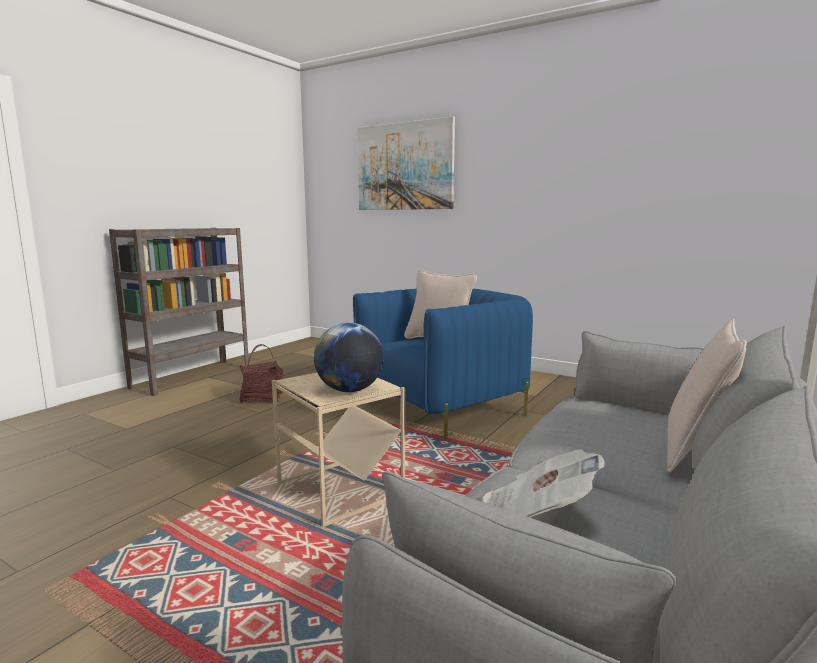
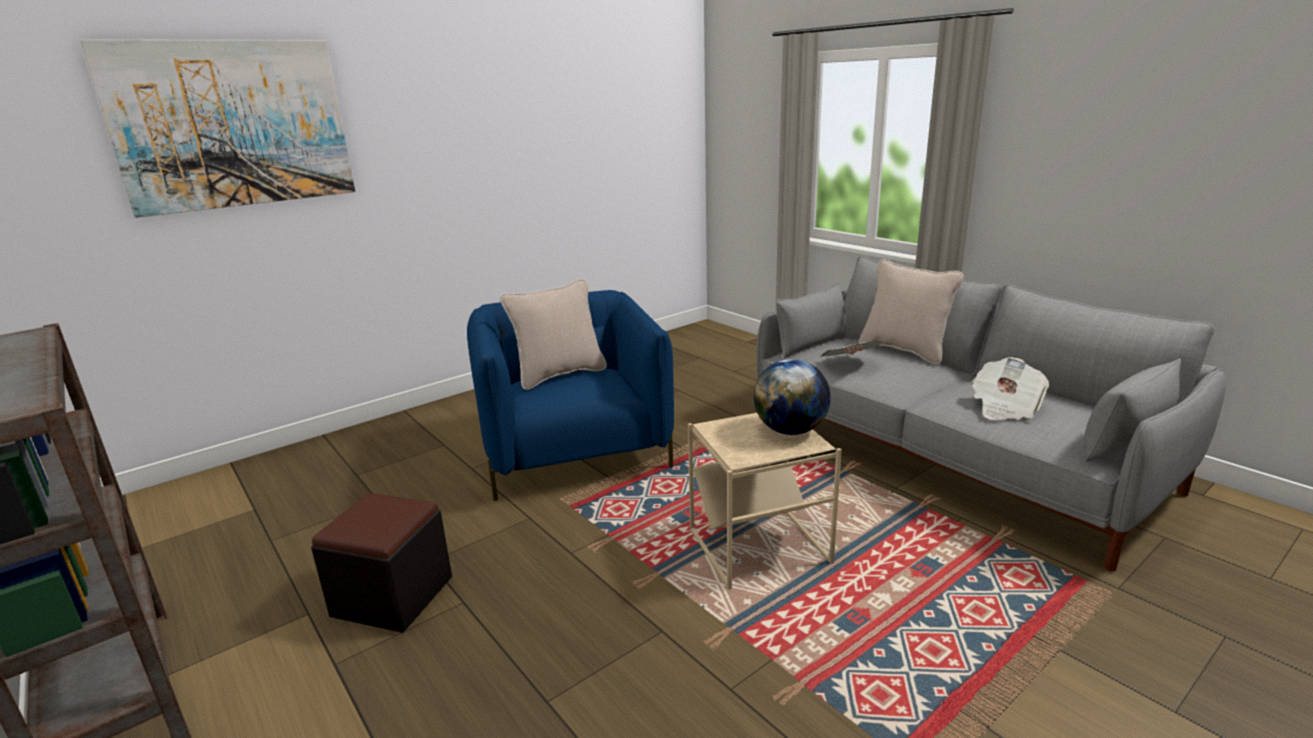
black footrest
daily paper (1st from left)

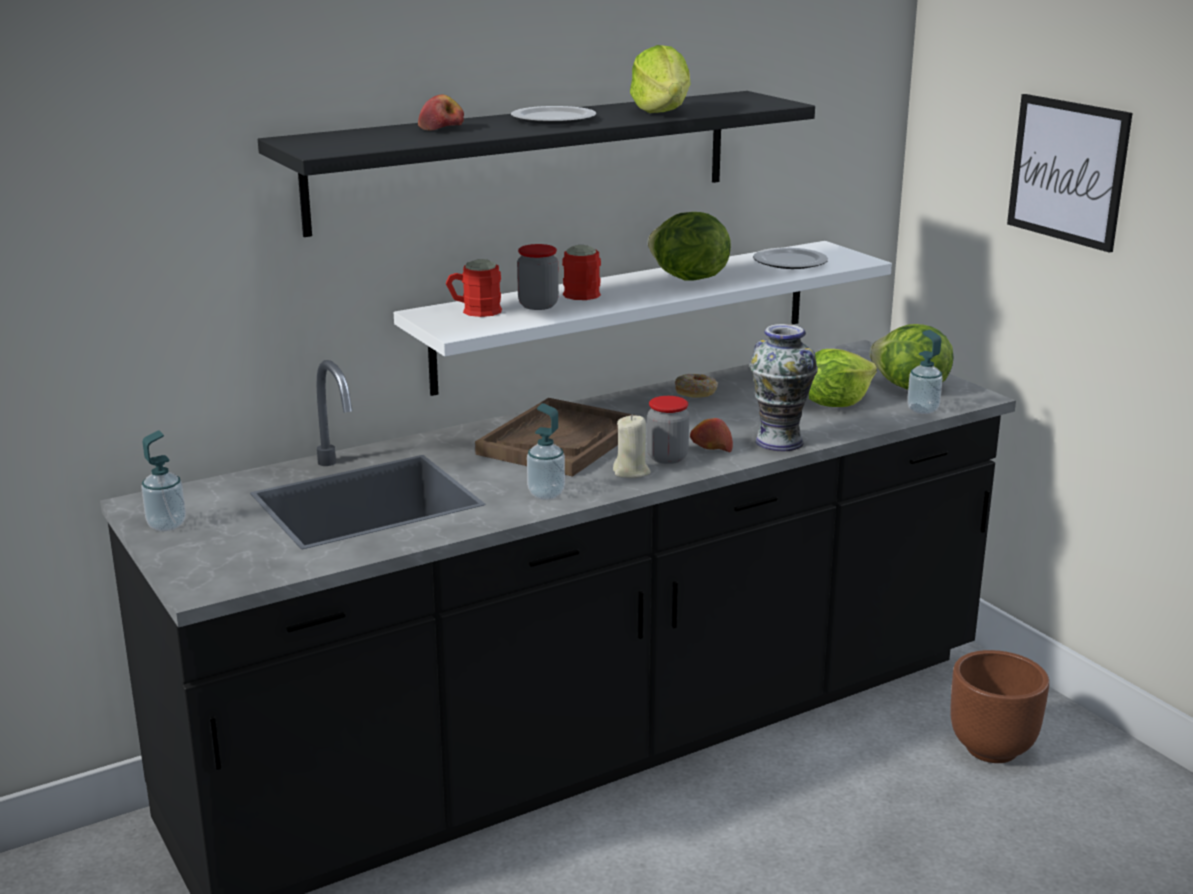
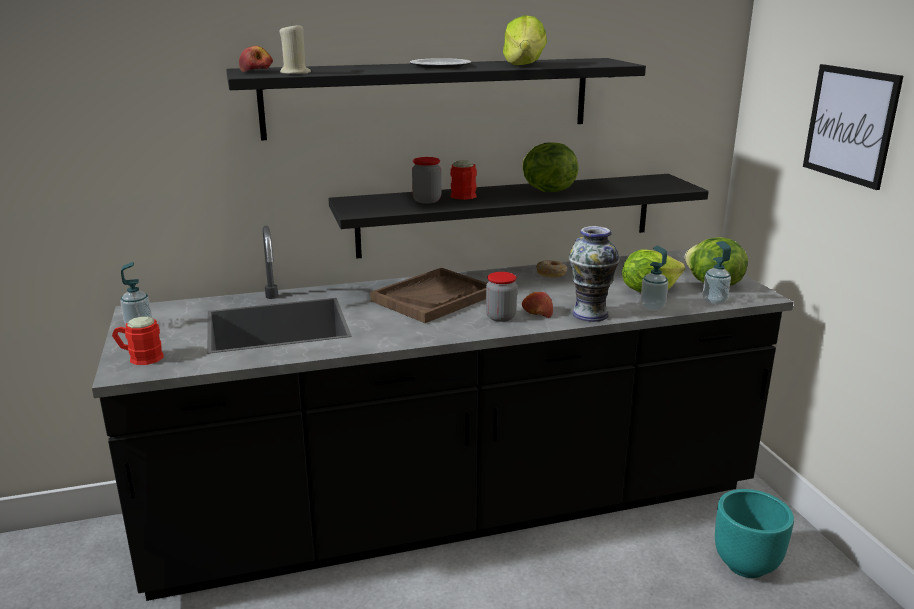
red coffee mug (1st from left)
whole apple (1st from left)
beige wax candle
black shelf (2nd from left)
soap dispenser (2nd from left)
blue-green planter
dinner plate (2nd from left in the first image)

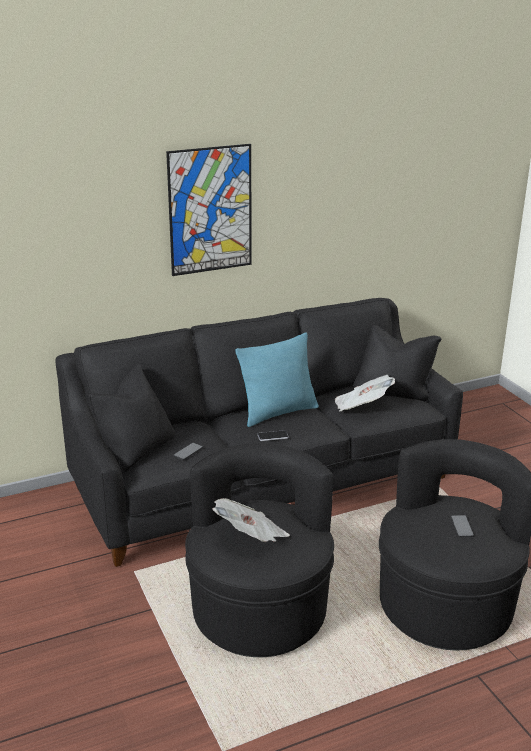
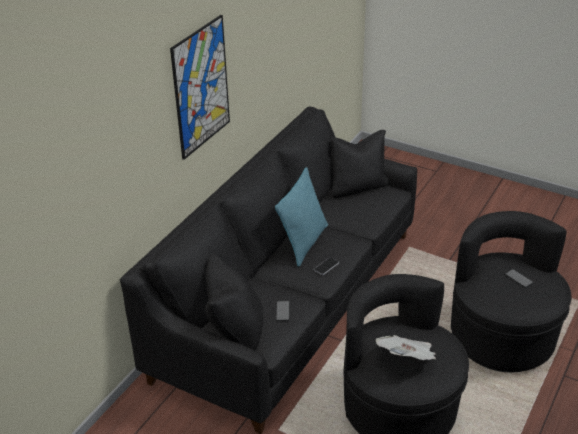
daily paper (2nd from left in the first image)

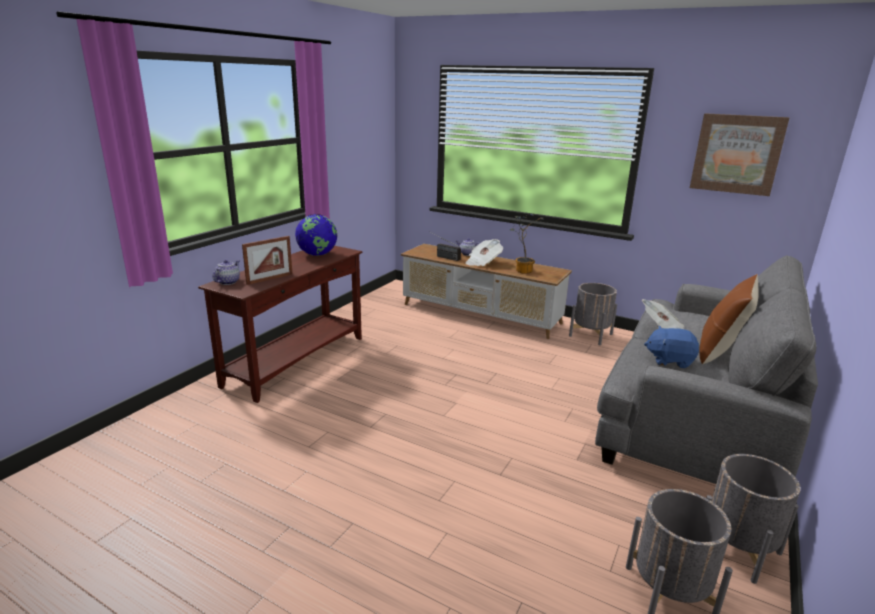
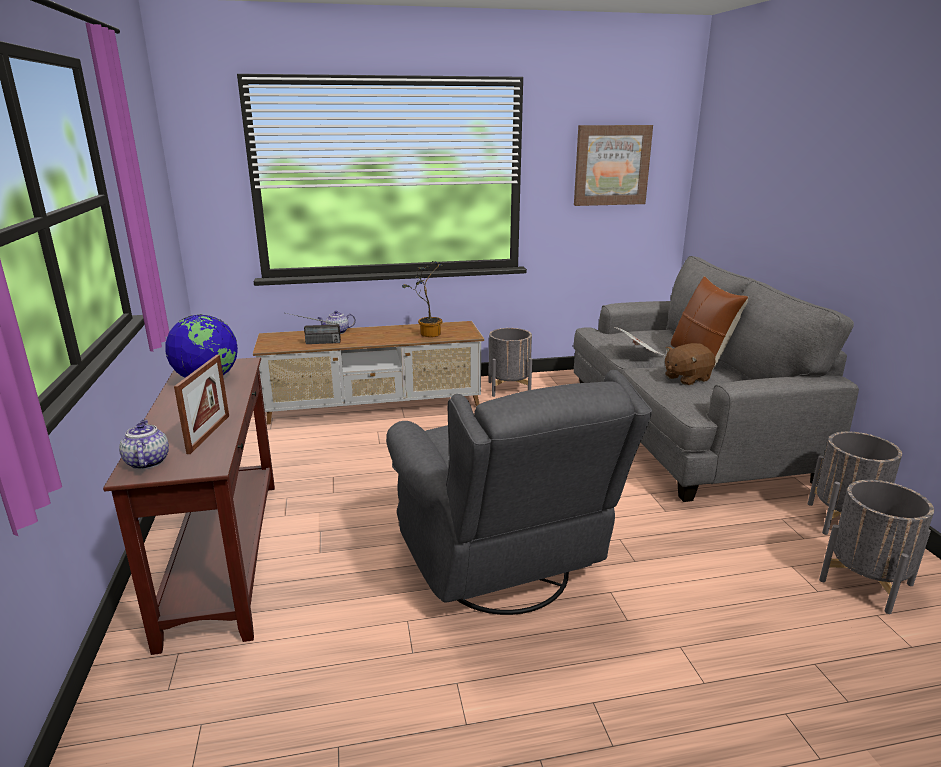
gray armchair
brownish cuddly toy
daily paper (1st from left in the first image)

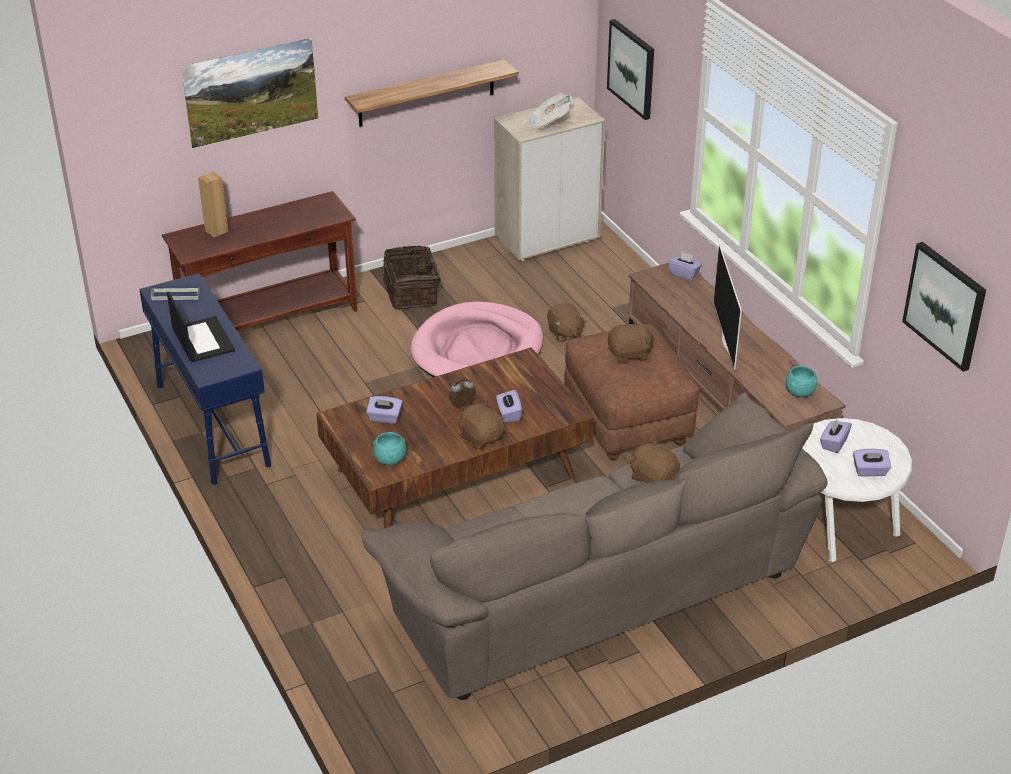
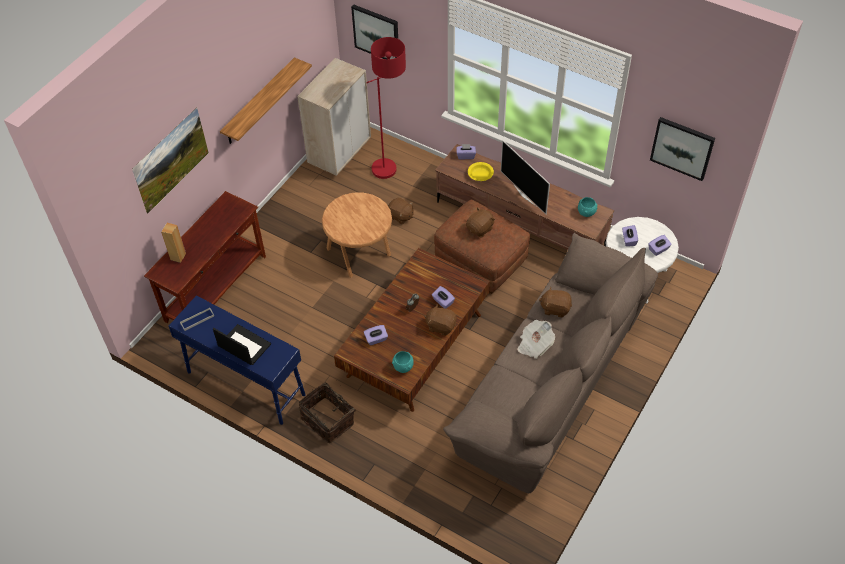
storage basket
brownish end table
red standing lamp
yellow-coloured deep dish
daily paper

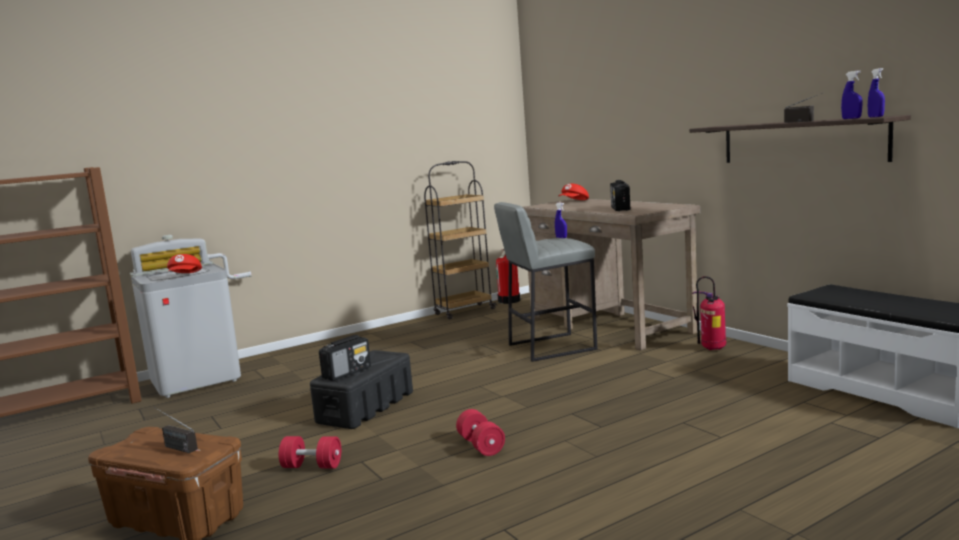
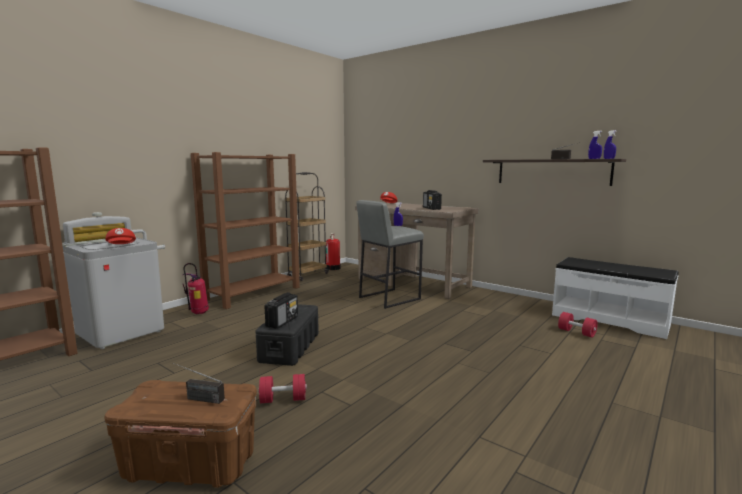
fire-fighting cylinder (1st from left)
brownish shelving unit (2nd from left)
red free weight (2nd from left)

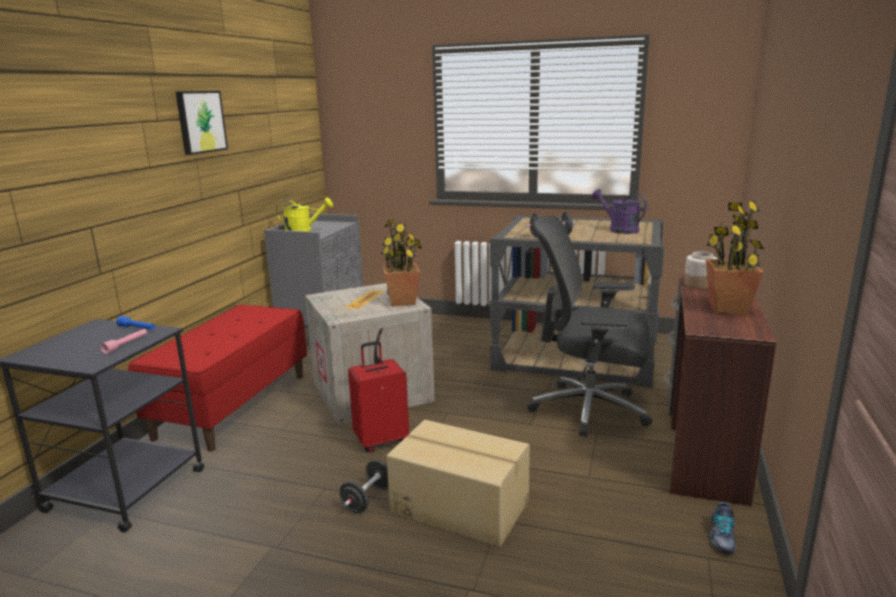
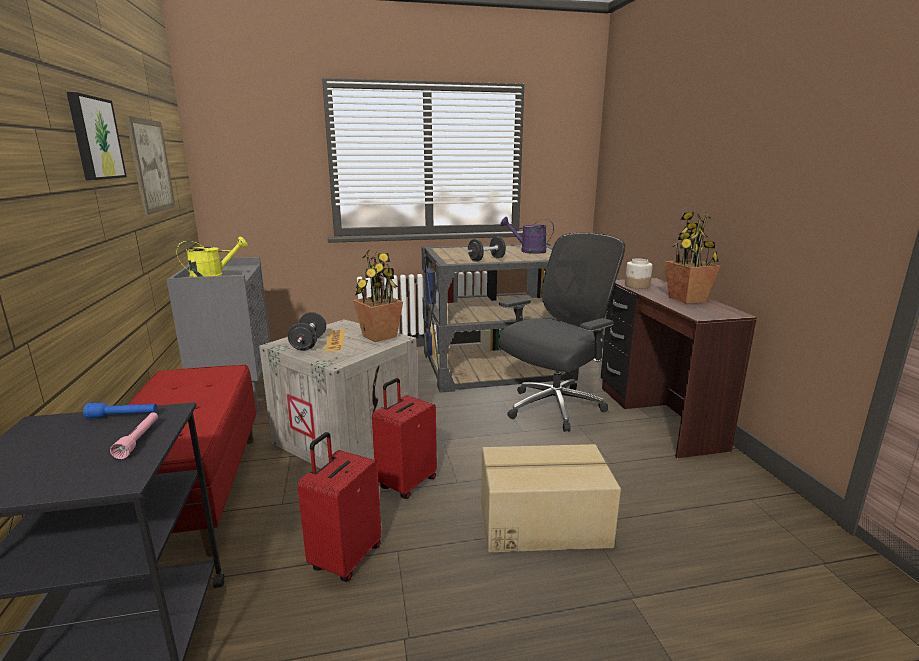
wall picture (2nd from left)
black free weight (1st from left)
red travel case (1st from left)
desk chair
low shoe

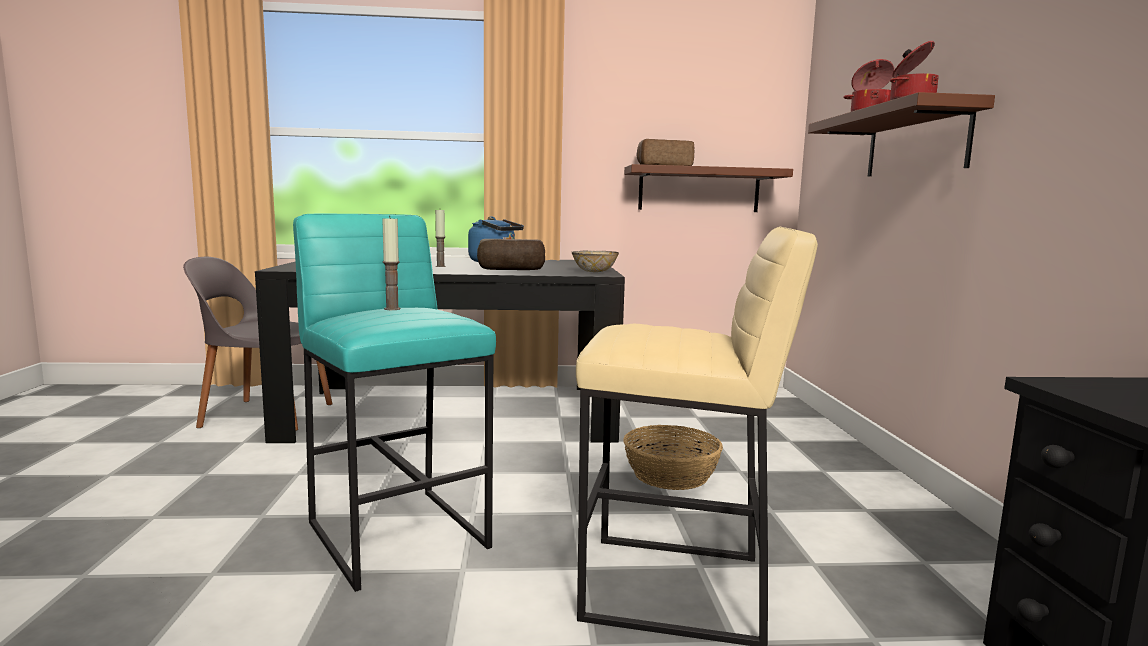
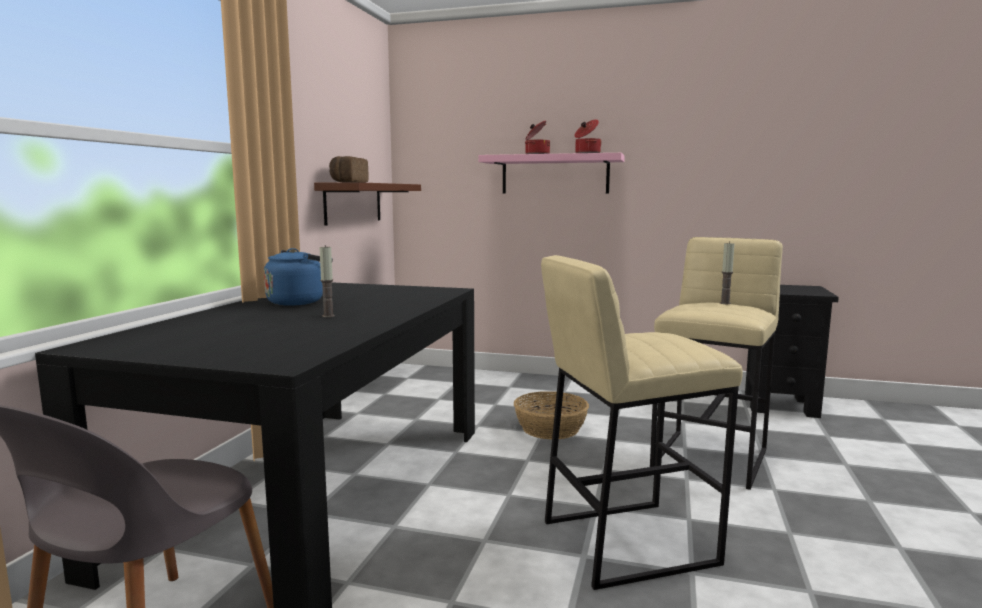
pinkish shelf
beige sitting stool (1st from left)
wax candle (2nd from left)
bread (1st from left in the first image)
deep dish

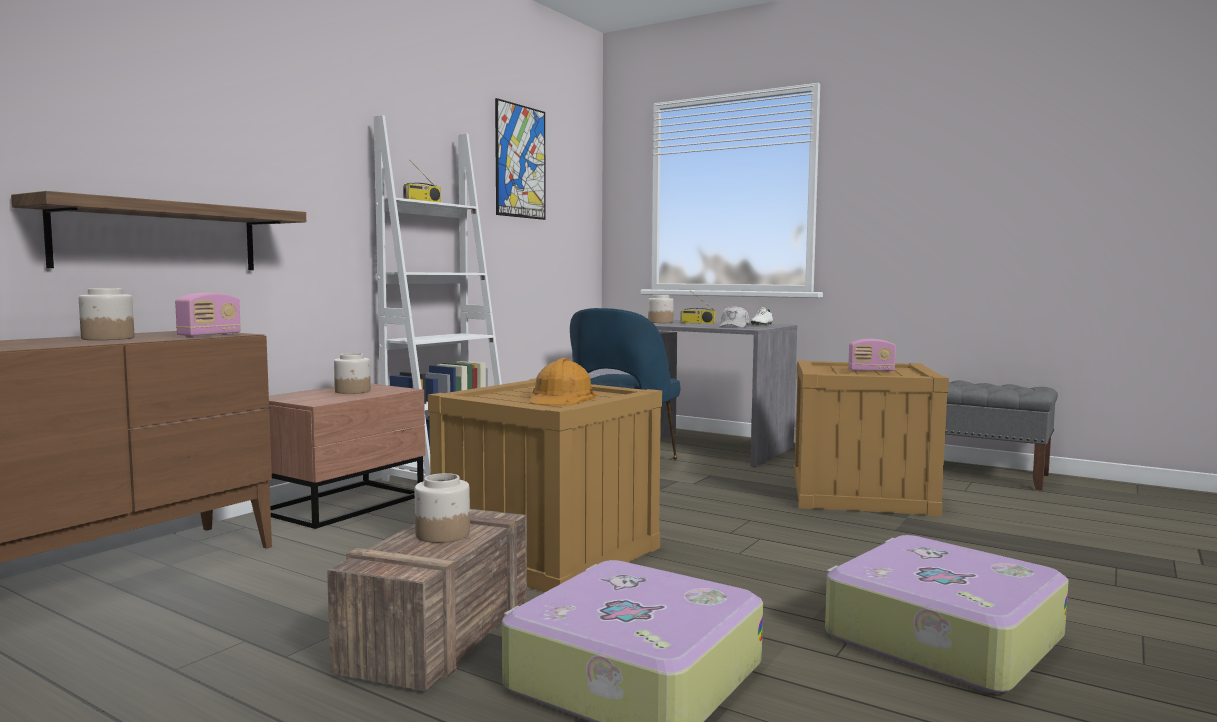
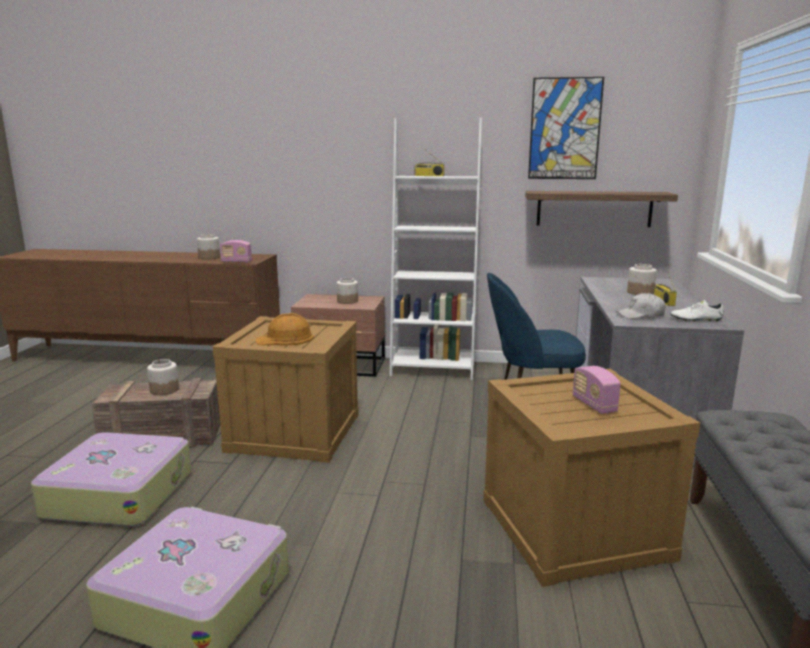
shelf

